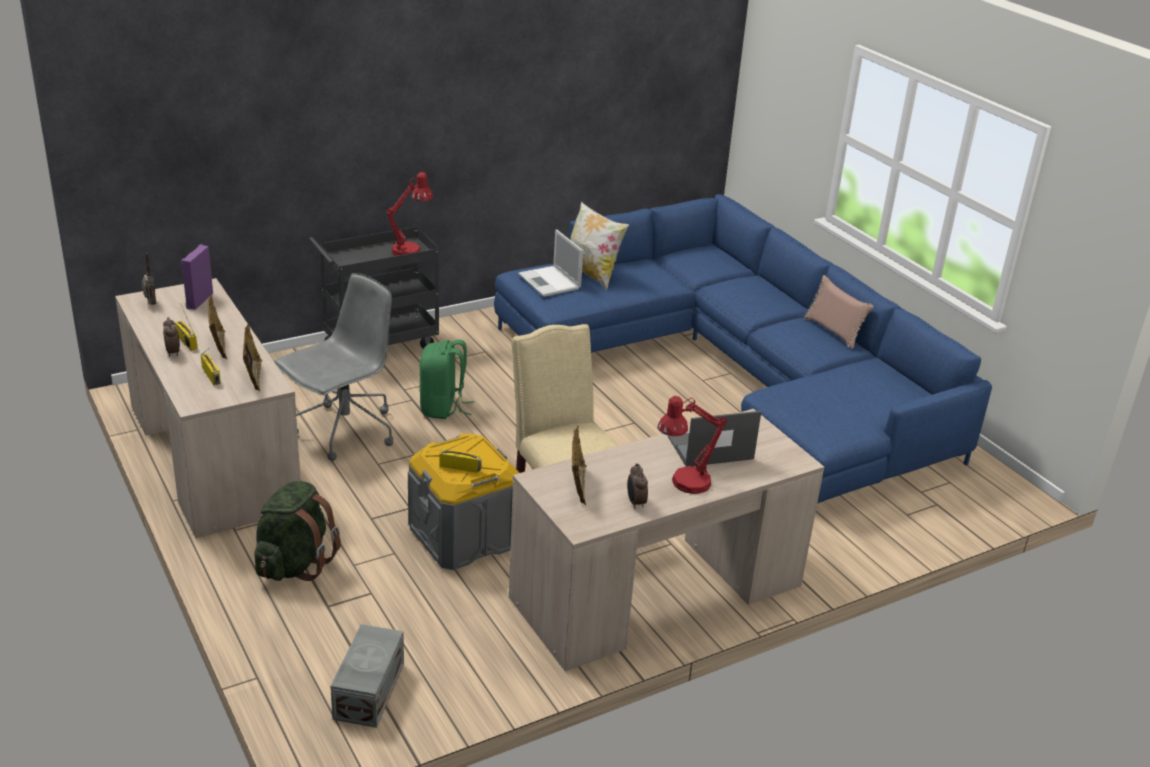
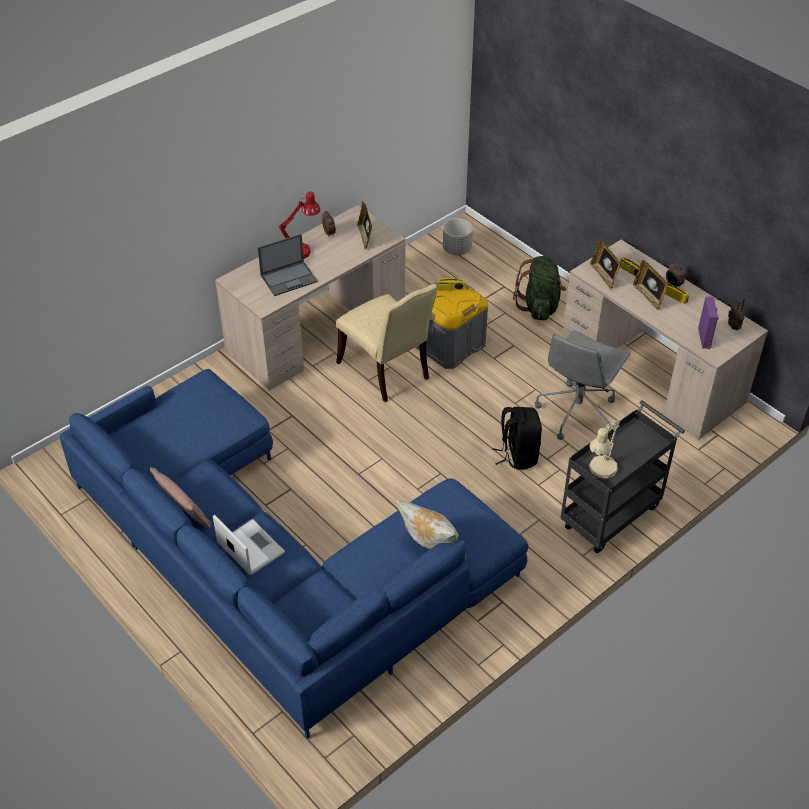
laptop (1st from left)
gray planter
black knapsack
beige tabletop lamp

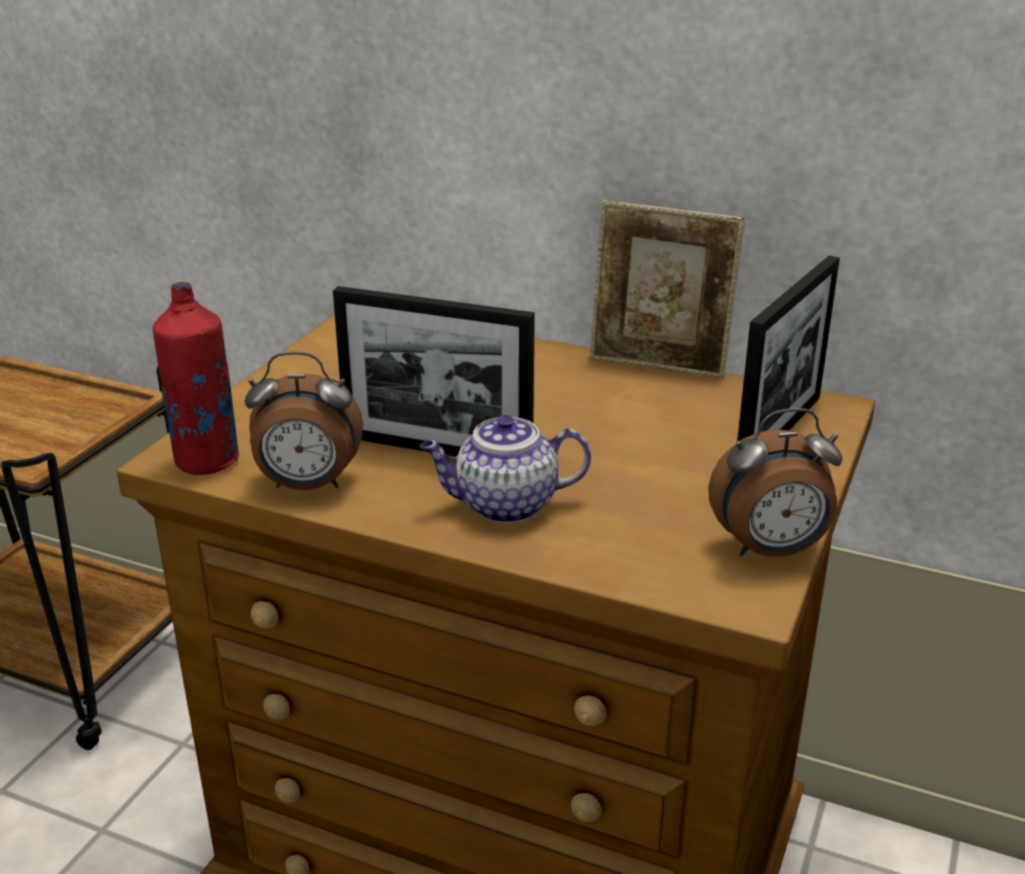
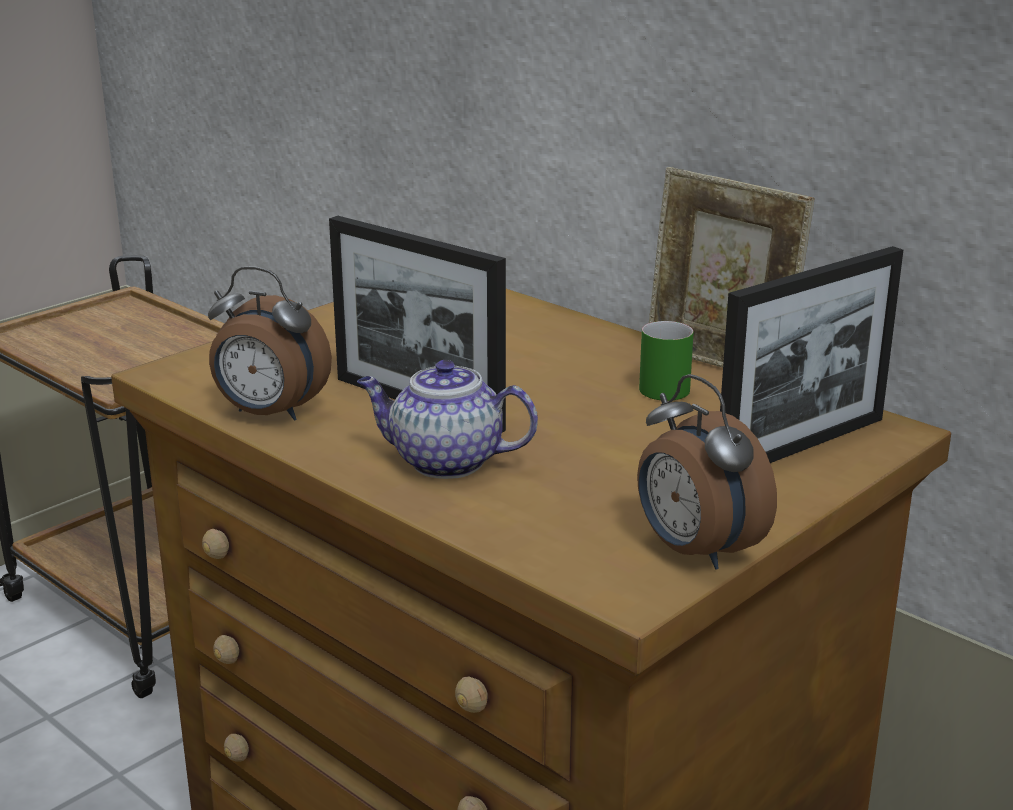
table clock (2nd from left)
green-coloured coffee mug
red bottle

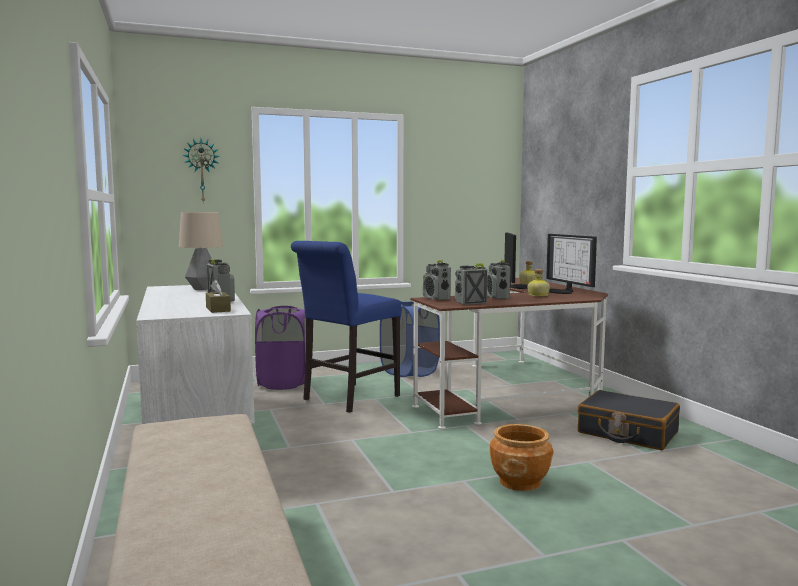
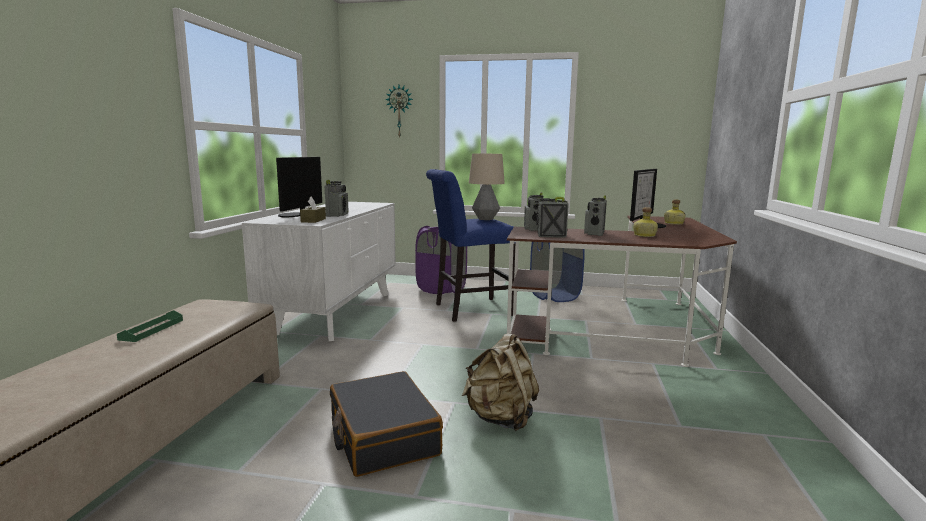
green-coloured serving tray
computer display (1st from left)
black travel case
beige knapsack
tabletop lamp

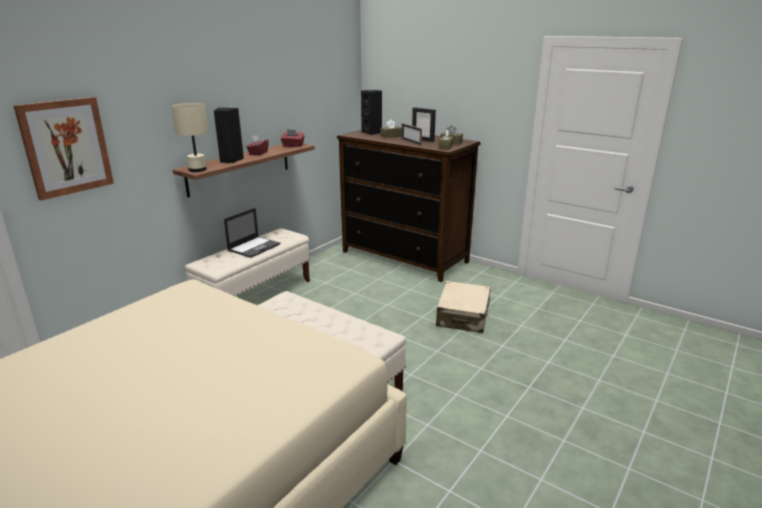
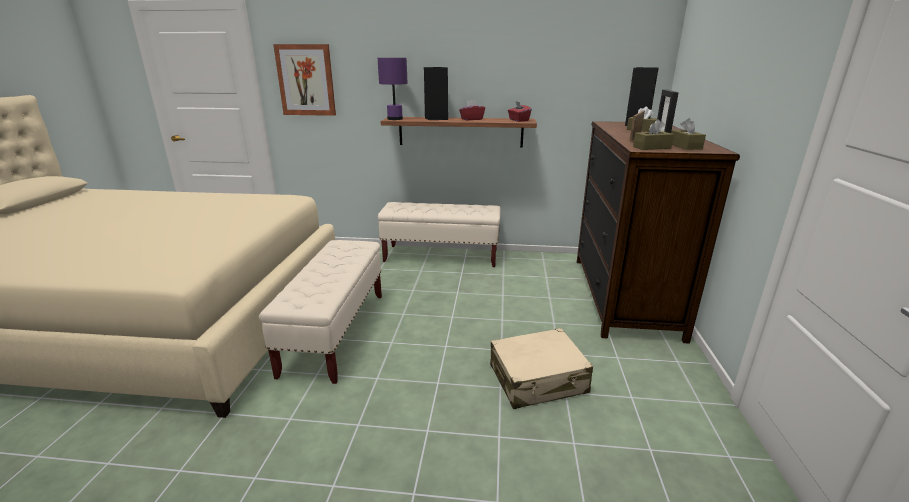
purplish tabletop lamp
laptop

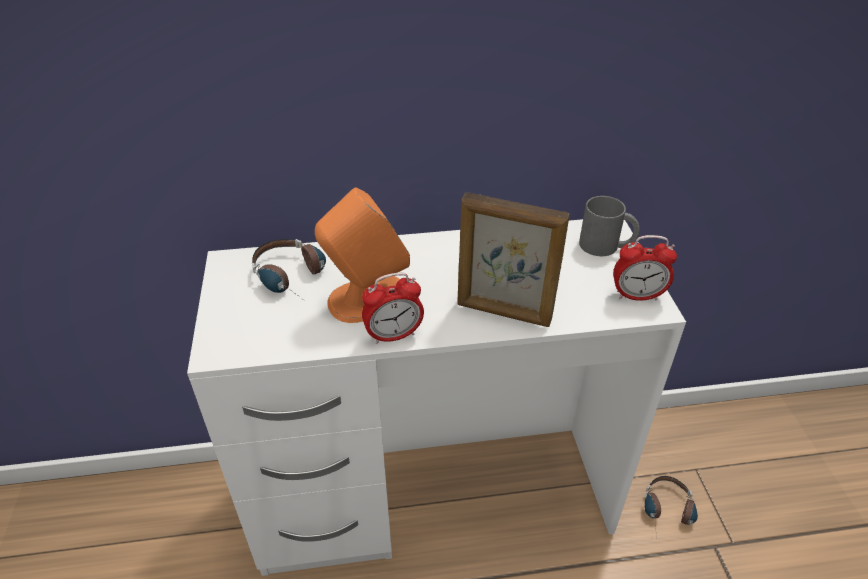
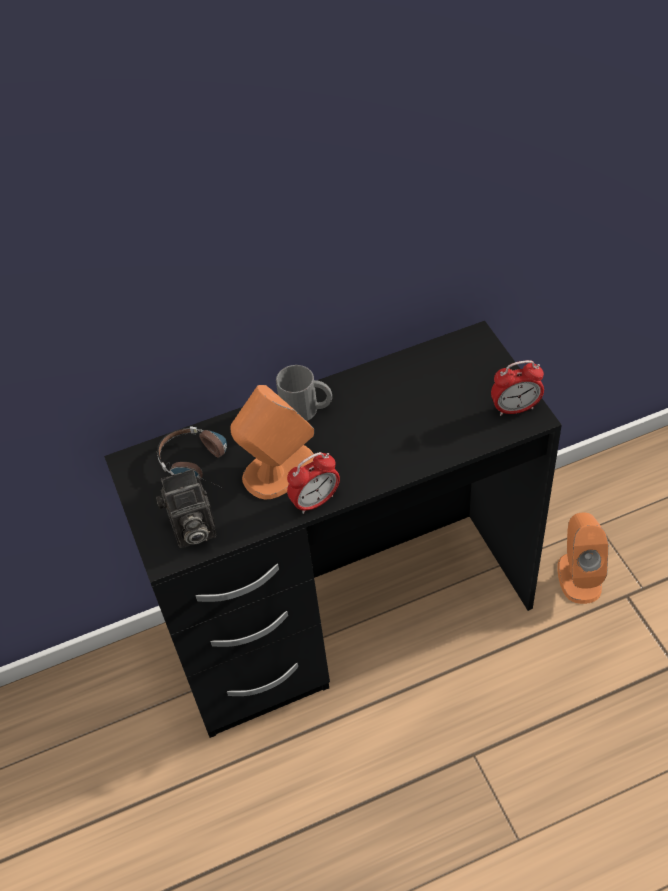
black desk
still camera
gray coffee mug
orangey audio speaker (2nd from left)
picture frame

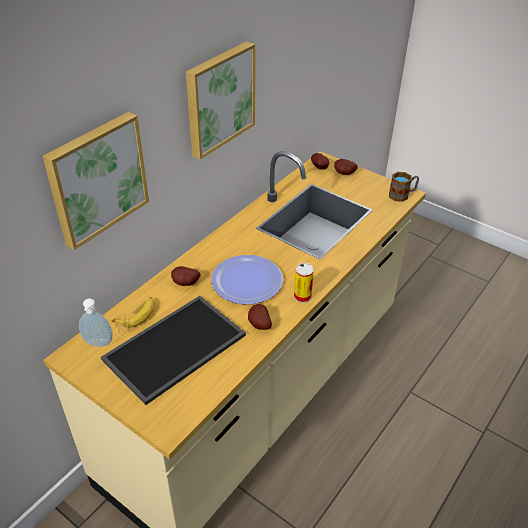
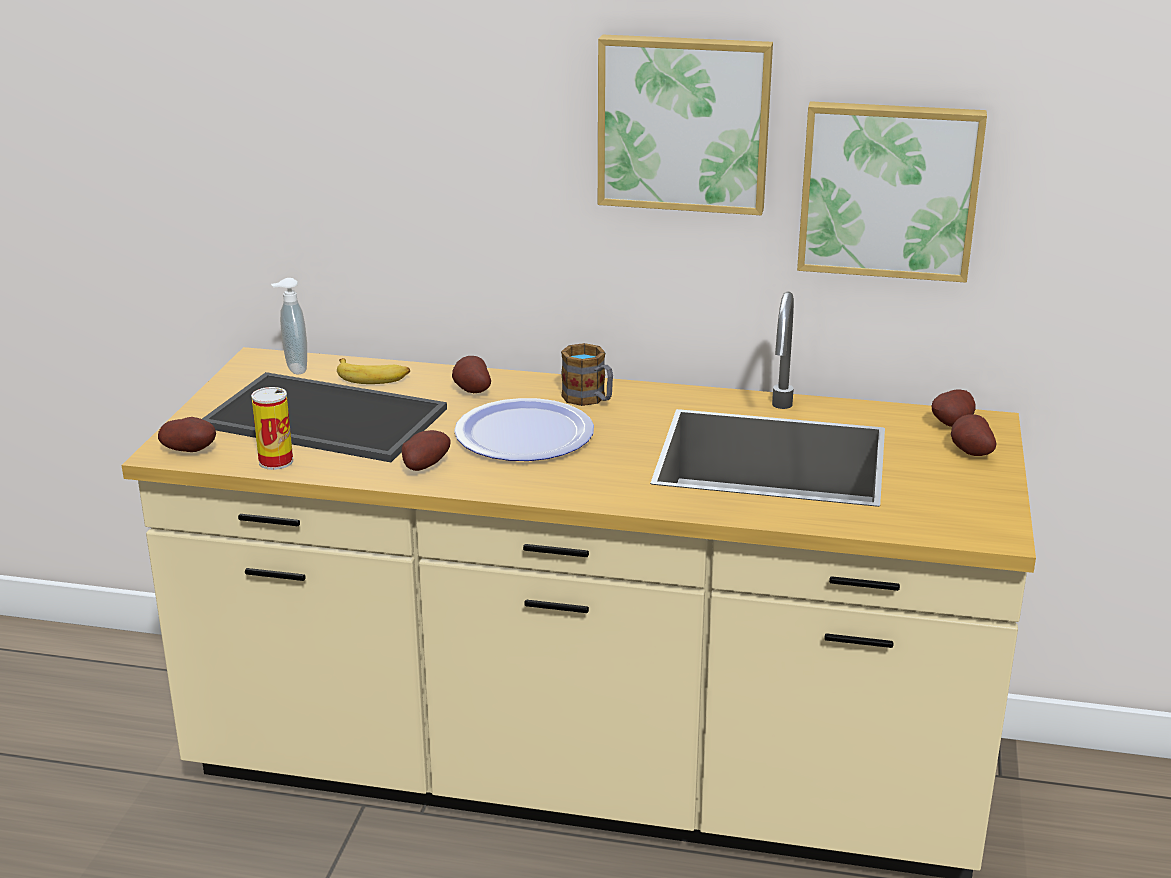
spud (1st from left)
can
coffee mug
wall picture (2nd from left)

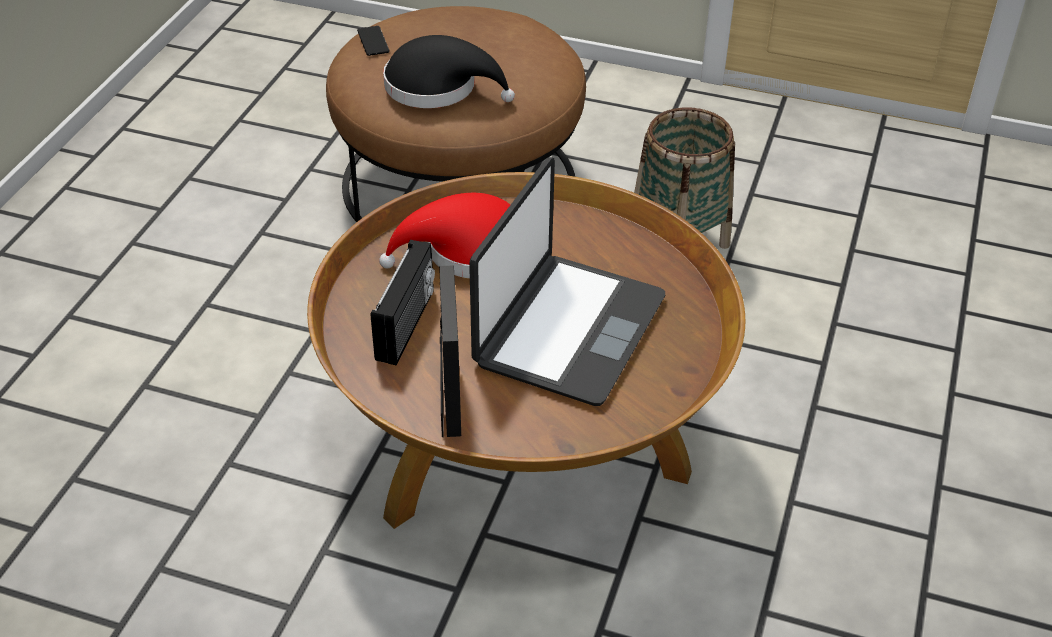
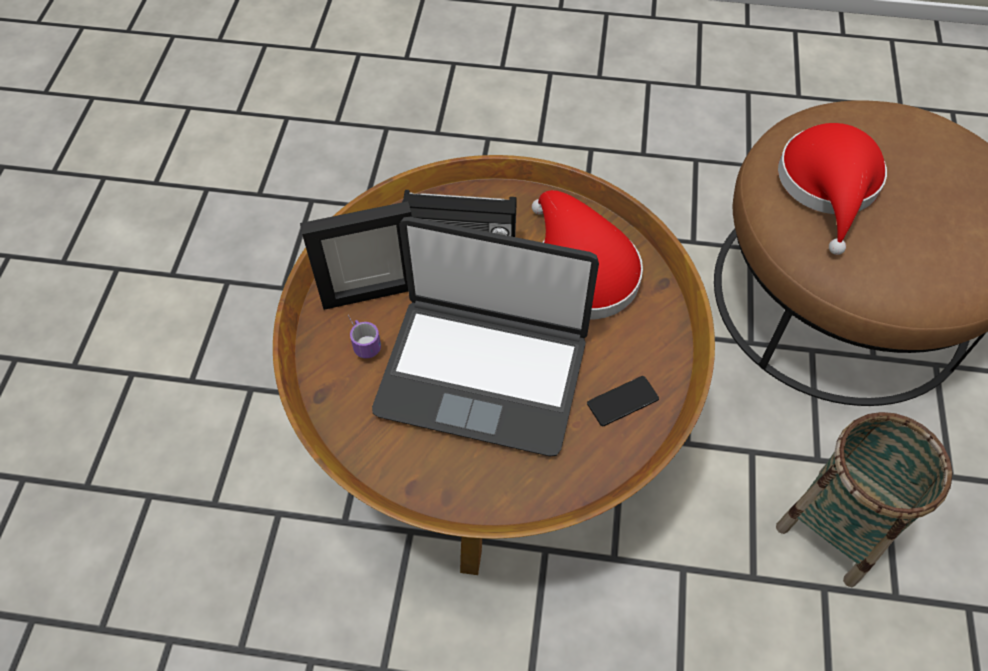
coffee mug
phone
red hat (2nd from left)

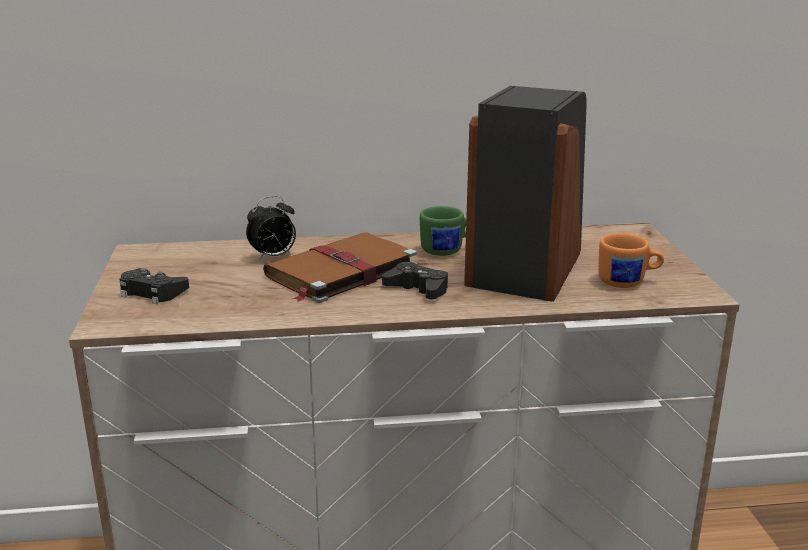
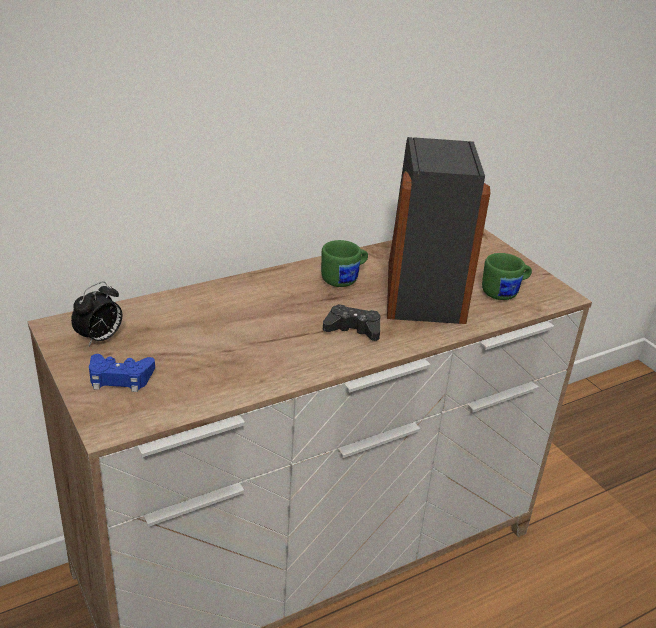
table clock
blue game controller
green-coloured coffee mug (2nd from left)
brownish book

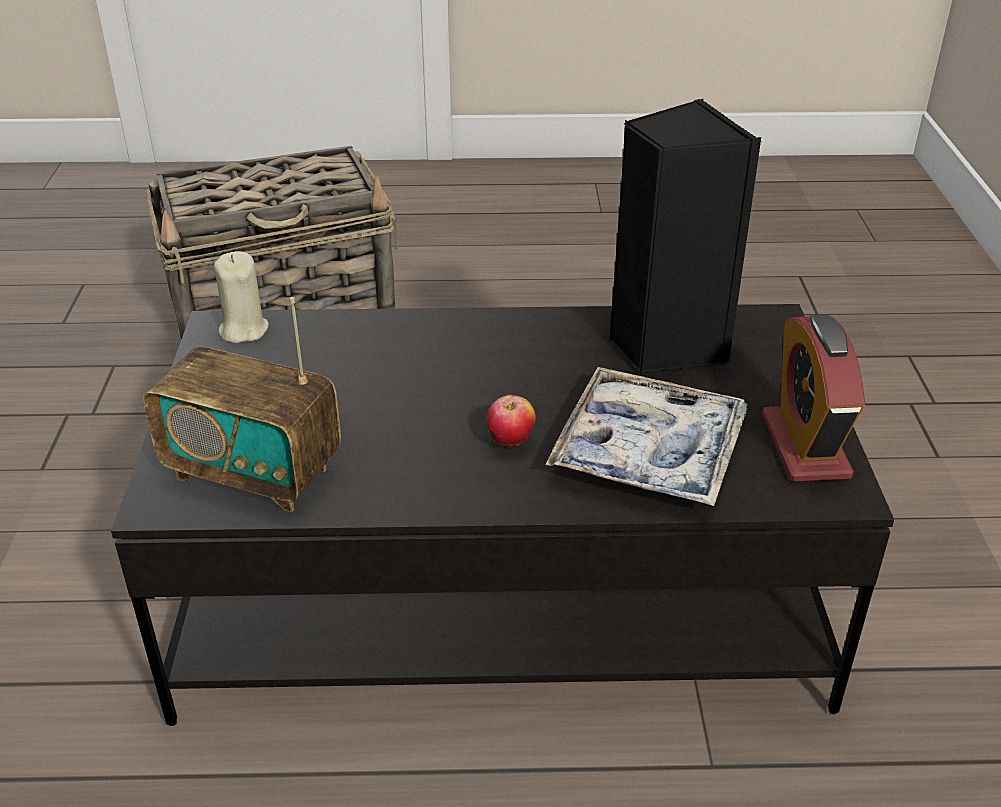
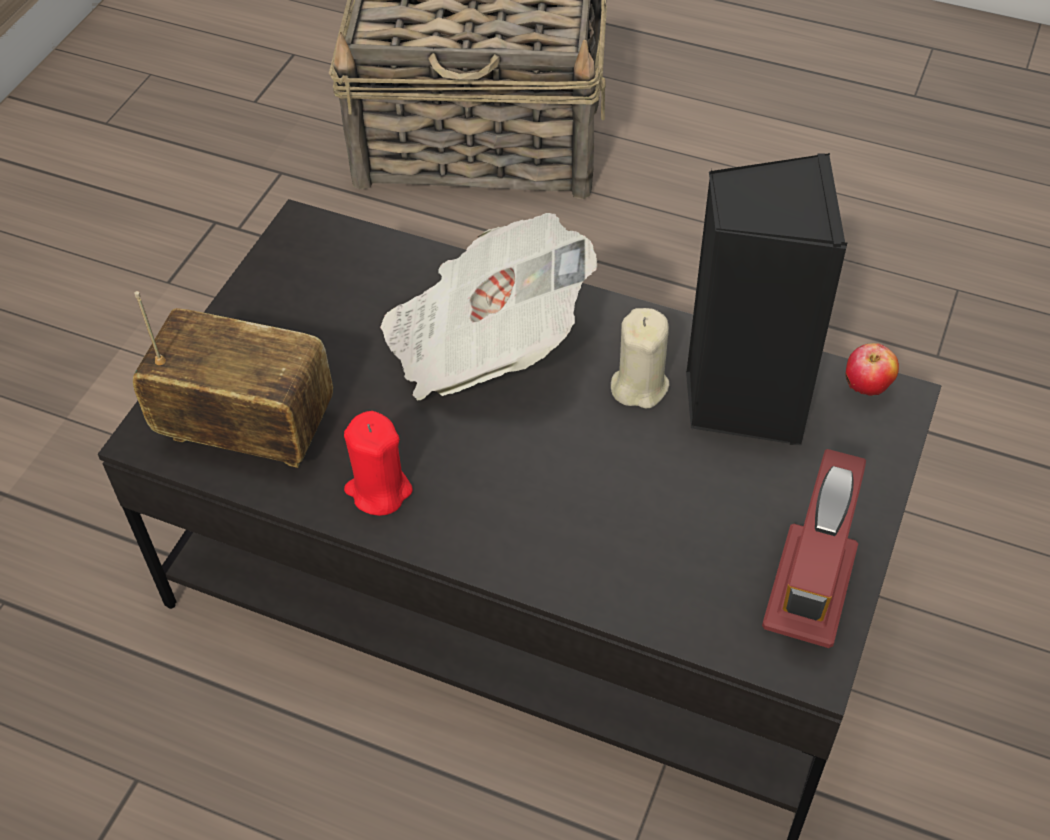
radio receiver
red wax candle
daily paper
beige wax candle
whole apple
serving tray

